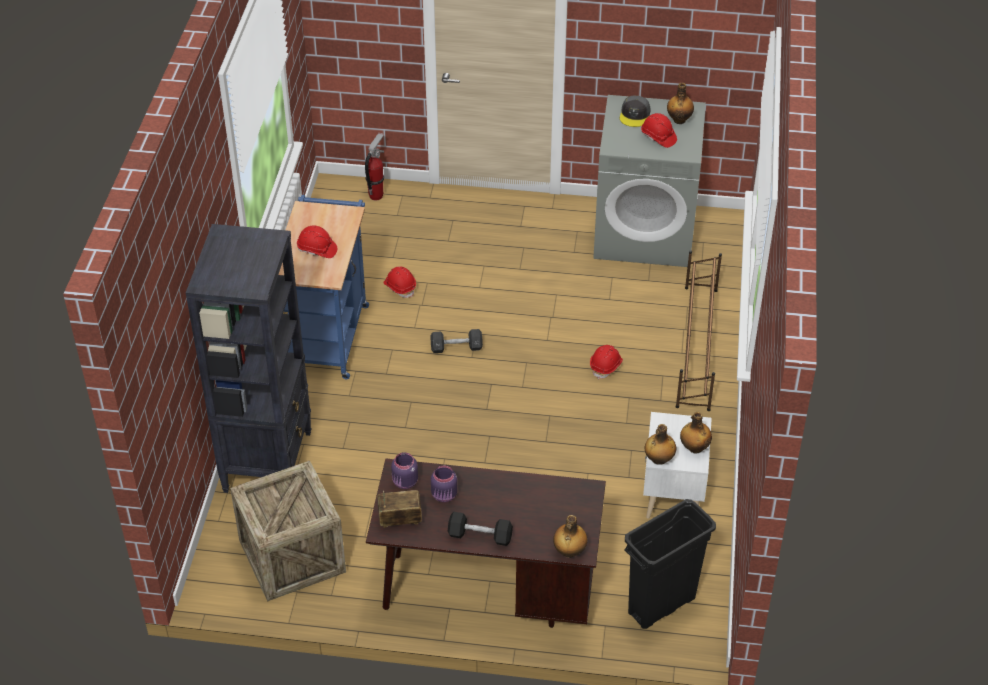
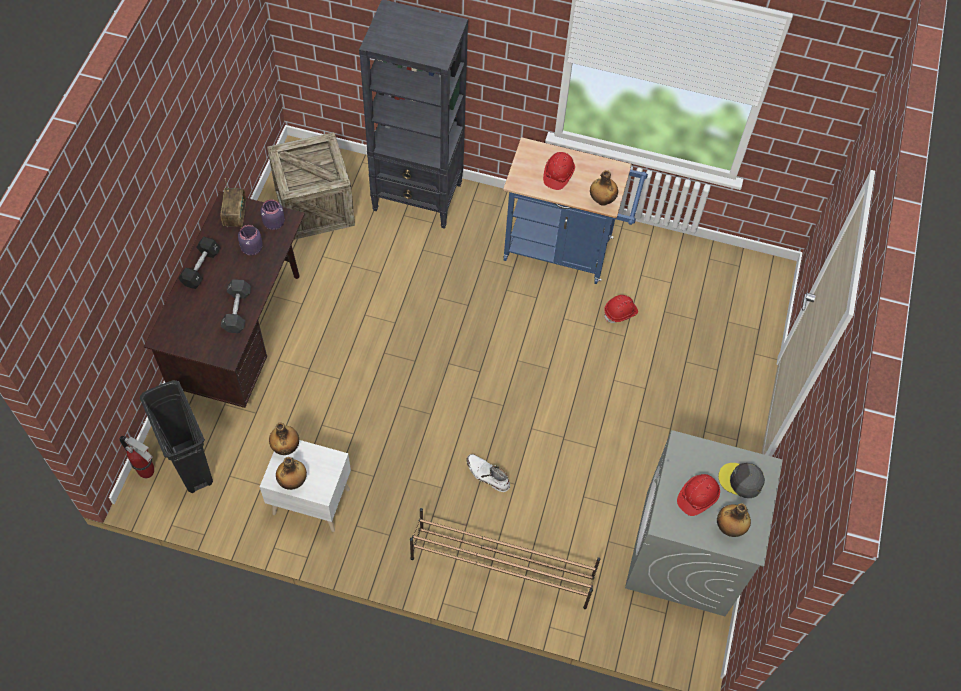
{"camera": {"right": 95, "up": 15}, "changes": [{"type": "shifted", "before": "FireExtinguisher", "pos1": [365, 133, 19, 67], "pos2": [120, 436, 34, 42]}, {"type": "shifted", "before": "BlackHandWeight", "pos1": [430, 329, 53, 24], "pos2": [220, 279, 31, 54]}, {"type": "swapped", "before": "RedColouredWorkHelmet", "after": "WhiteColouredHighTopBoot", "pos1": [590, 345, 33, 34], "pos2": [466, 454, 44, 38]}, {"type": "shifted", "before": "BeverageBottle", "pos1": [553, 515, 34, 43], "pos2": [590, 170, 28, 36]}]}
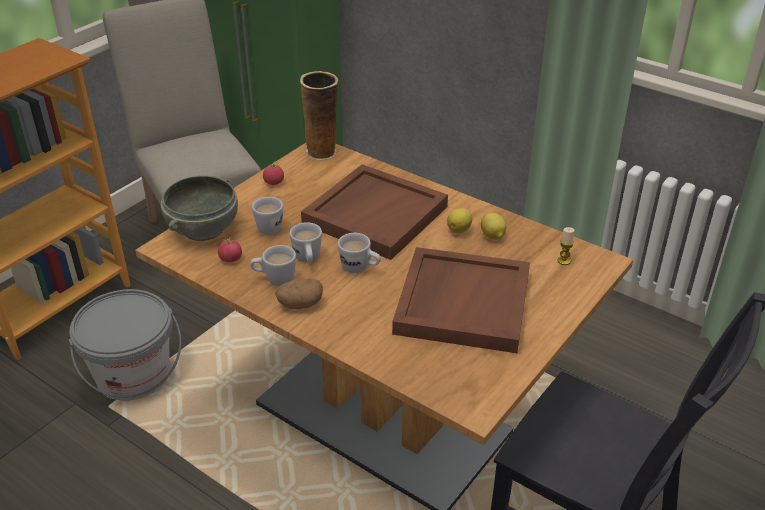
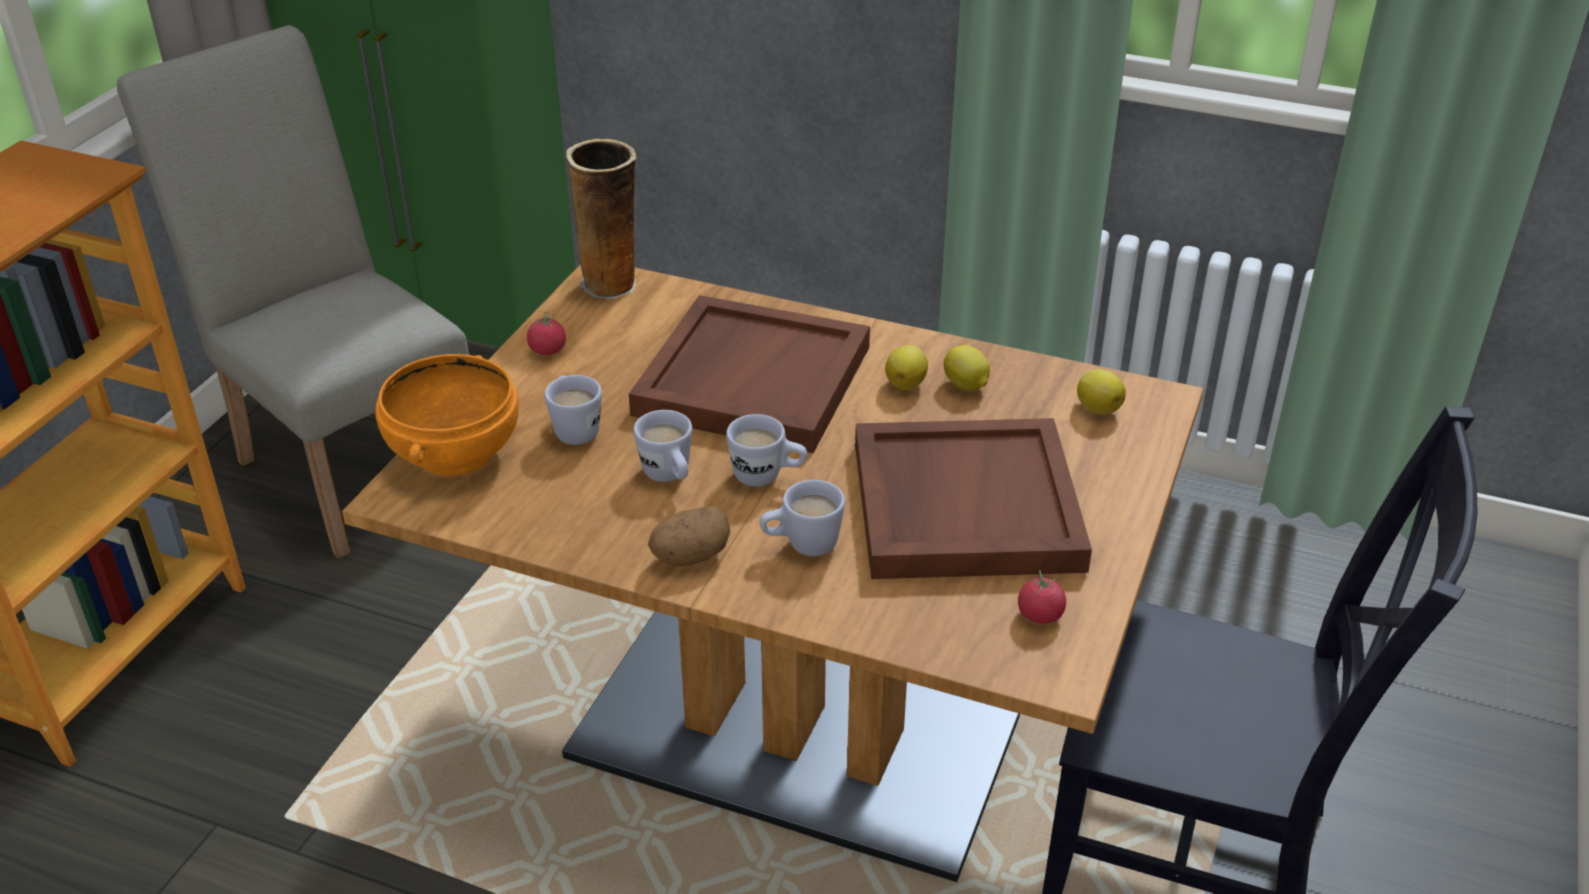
{"camera": {"right": -15, "up": 0}, "changes": [{"type": "repainted", "before": "GrayBowl", "after": "OrangeBowl", "pos1": [161, 176, 77, 65], "pos2": [375, 354, 144, 122]}, {"type": "shifted", "before": "WhiteColouredTeaMug", "pos1": [250, 245, 46, 41], "pos2": [760, 480, 85, 76]}, {"type": "shifted", "before": "Tomato", "pos1": [218, 236, 24, 26], "pos2": [1018, 570, 48, 54]}, {"type": "swapped", "before": "WaxLight", "after": "CitrusFruit", "pos1": [557, 227, 18, 38], "pos2": [1077, 369, 49, 45]}, {"type": "gone", "before": "GrayBucket", "pos1": [69, 289, 112, 112]}]}
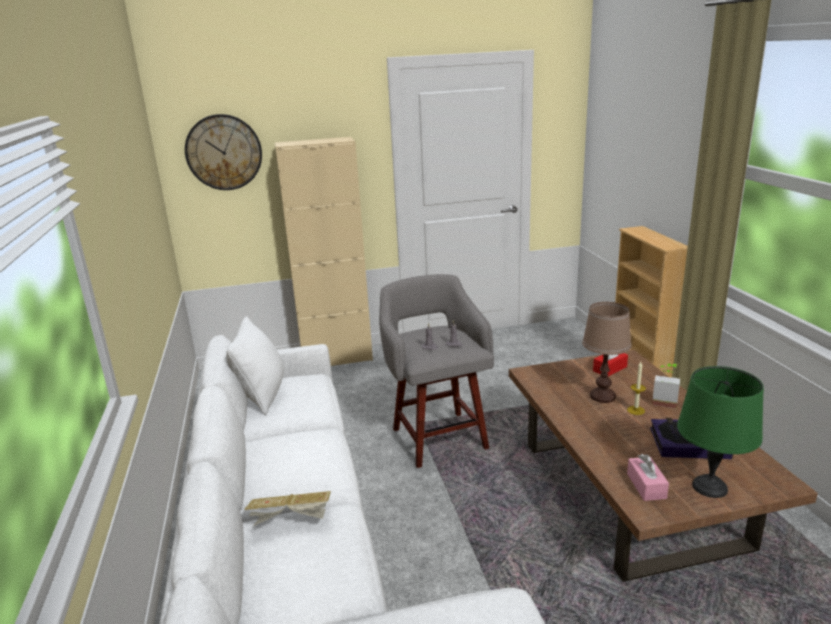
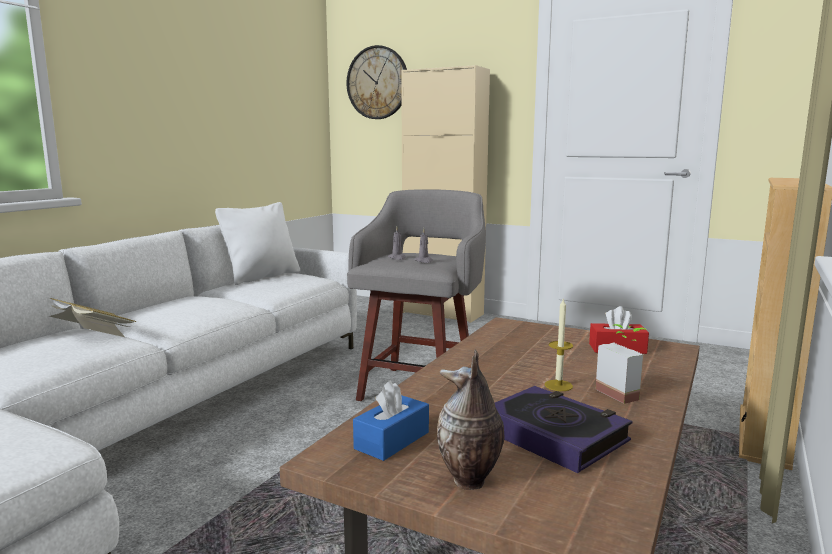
{"camera": {"right": 40, "up": -10}, "changes": [{"type": "repainted", "before": "PinkColouredTissueBox", "after": "BlueColouredTissueBox", "pos1": [627, 454, 42, 47], "pos2": [353, 380, 76, 81]}, {"type": "swapped", "before": "GreenLampForATable", "after": "DecorativeVase", "pos1": [677, 366, 87, 132], "pos2": [437, 350, 68, 140]}, {"type": "gone", "before": "BrownishLampForATable", "pos1": [582, 302, 50, 101]}]}
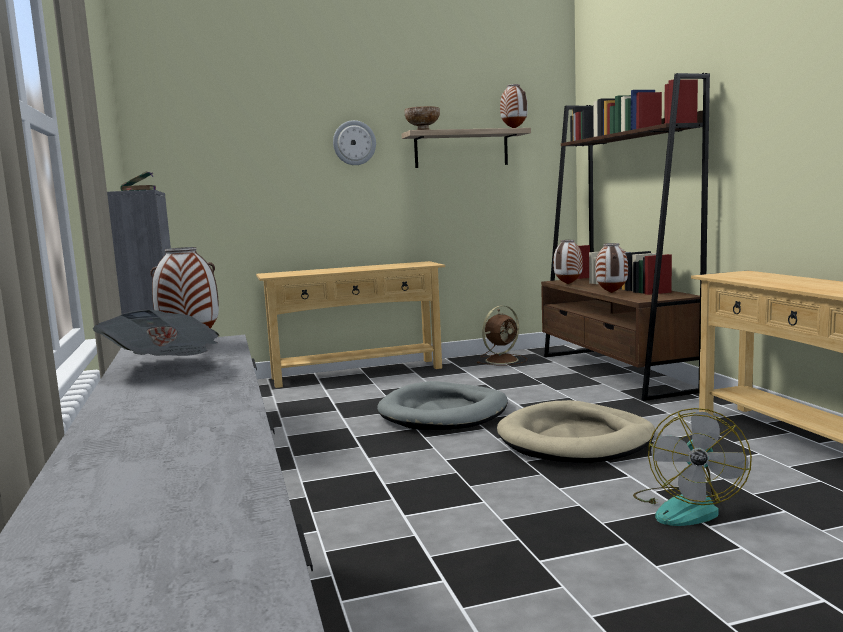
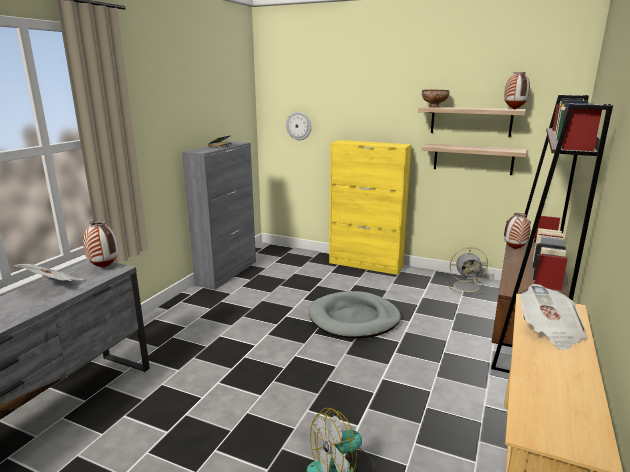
{"camera": {"right": 40, "up": 10}, "changes": [{"type": "shifted", "before": "WallClock", "pos1": [333, 120, 43, 45], "pos2": [286, 112, 26, 28]}, {"type": "swapped", "before": "BeigeHallTable", "after": "YellowStorageCabinet", "pos1": [256, 261, 189, 127], "pos2": [329, 140, 83, 135]}, {"type": "new", "after": "BracketShelf", "pos2": [421, 144, 106, 31]}, {"type": "repainted", "before": "BrownishCoolingFan", "after": "GrayCoolingFan", "pos1": [477, 305, 50, 60], "pos2": [445, 247, 43, 48]}, {"type": "new", "after": "Newspaper", "pos2": [520, 284, 68, 66]}, {"type": "gone", "before": "BeigePetBed", "pos1": [497, 400, 158, 63]}, {"type": "gone", "before": "DecorativeVase", "pos1": [595, 243, 33, 50]}]}
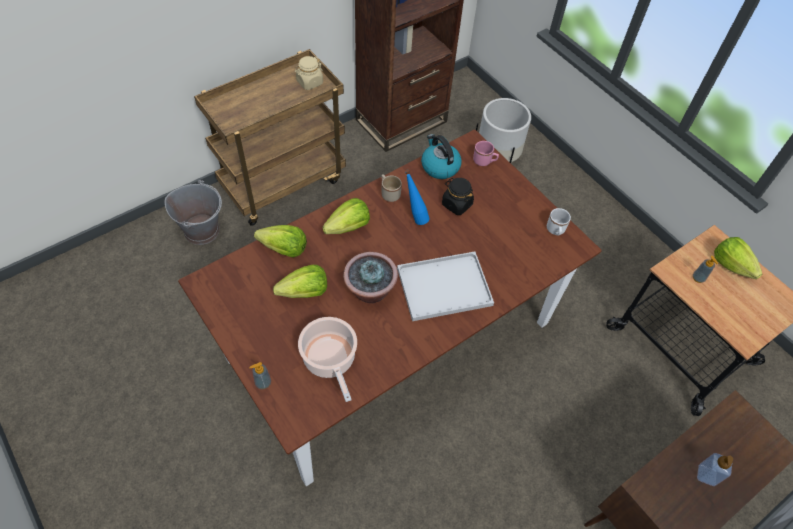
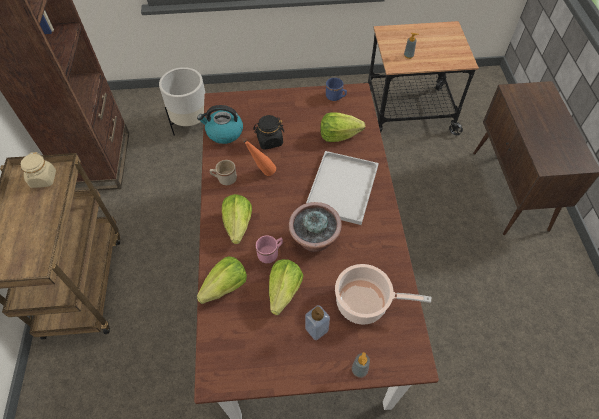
{"camera": {"right": -55, "up": 0}, "changes": [{"type": "repainted", "before": "BlueColouredBeverageBottle", "after": "OrangeBeverageBottle", "pos1": [405, 170, 25, 55], "pos2": [242, 138, 34, 38]}, {"type": "shifted", "before": "PinkColouredTeaMug", "pos1": [473, 141, 26, 25], "pos2": [256, 235, 27, 28]}, {"type": "shifted", "before": "LiquidSoapBottle", "pos1": [697, 453, 36, 33], "pos2": [305, 305, 25, 35]}, {"type": "shifted", "before": "LettuceHead", "pos1": [714, 237, 48, 42], "pos2": [320, 112, 45, 30]}, {"type": "repainted", "before": "WhiteColouredTeaMug", "after": "BlueColouredTeaMug", "pos1": [547, 208, 24, 28], "pos2": [326, 78, 21, 23]}, {"type": "gone", "before": "GrayBucket", "pos1": [165, 180, 57, 65]}]}
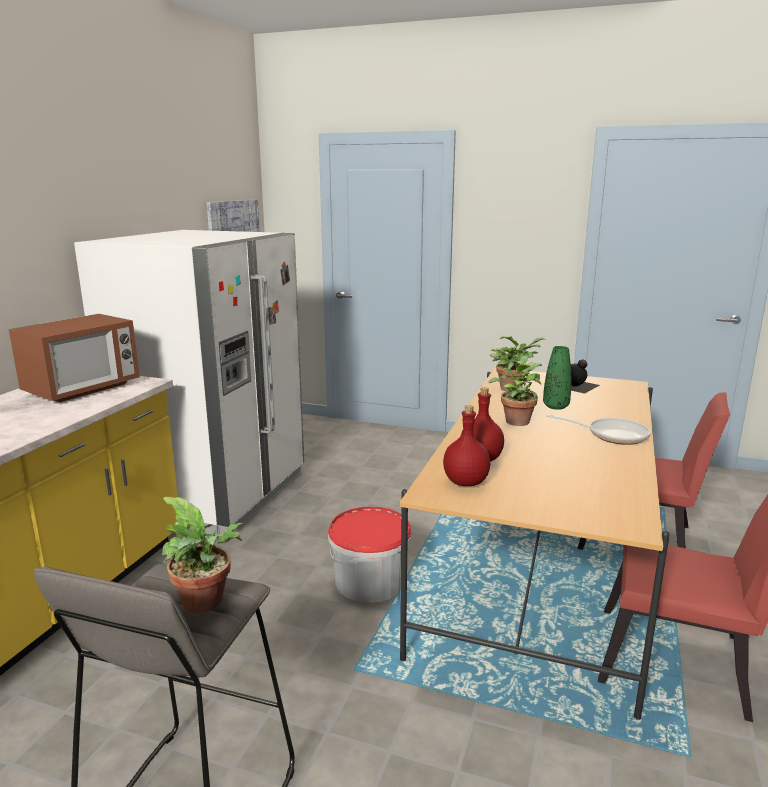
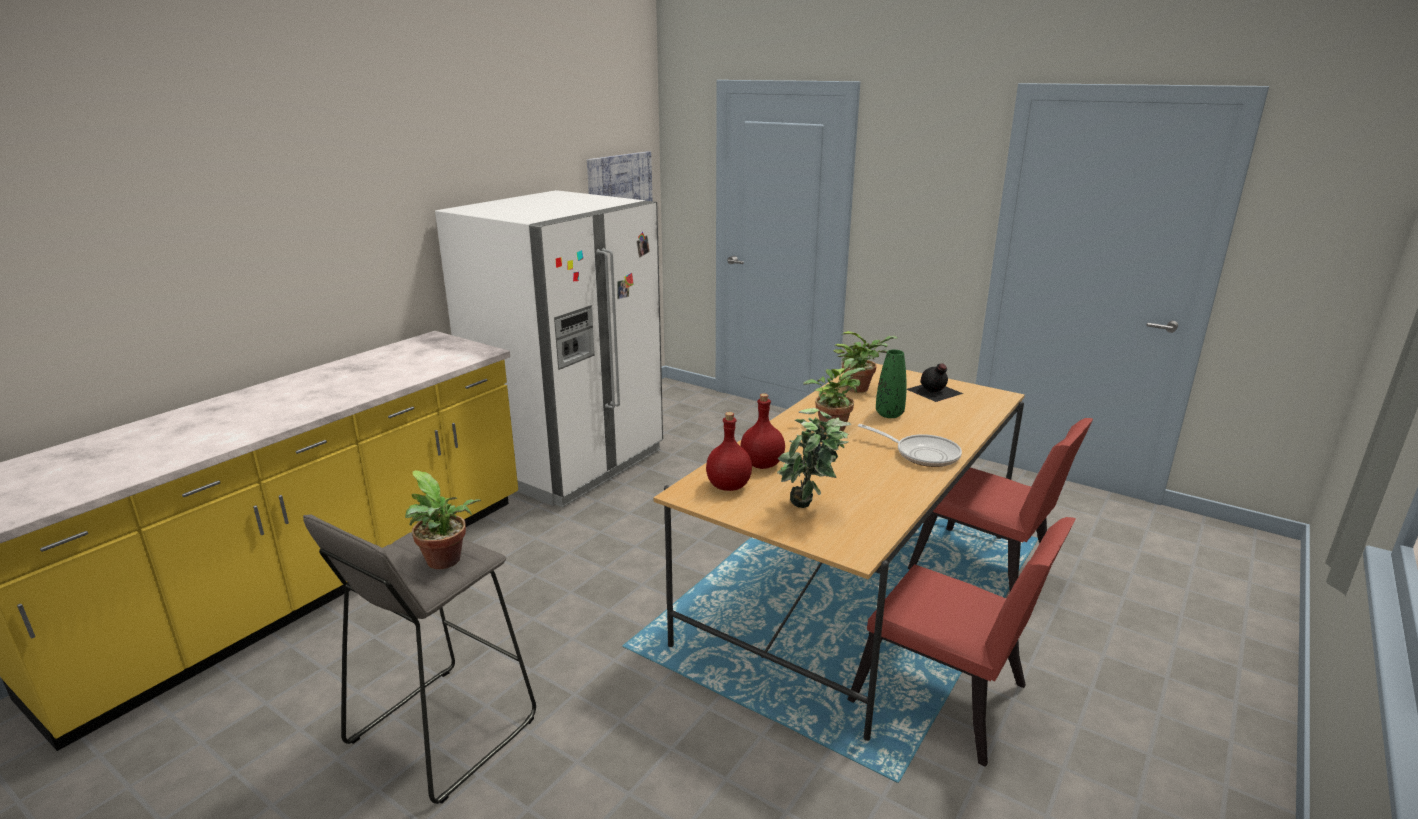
{"camera": {"right": 15, "up": 5}, "changes": [{"type": "new", "after": "PottedPlant", "pos2": [777, 408, 74, 100]}, {"type": "gone", "before": "KitchenMicrowave", "pos1": [9, 314, 131, 88]}, {"type": "gone", "before": "Bucket", "pos1": [328, 507, 84, 96]}]}
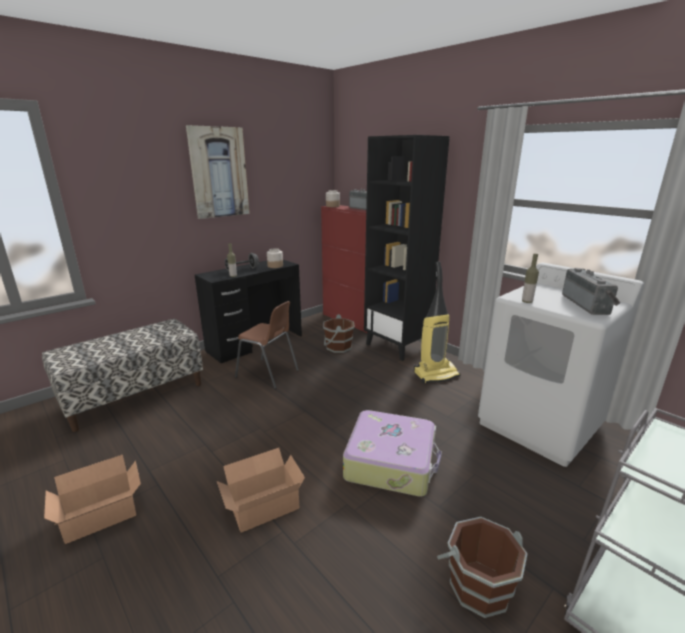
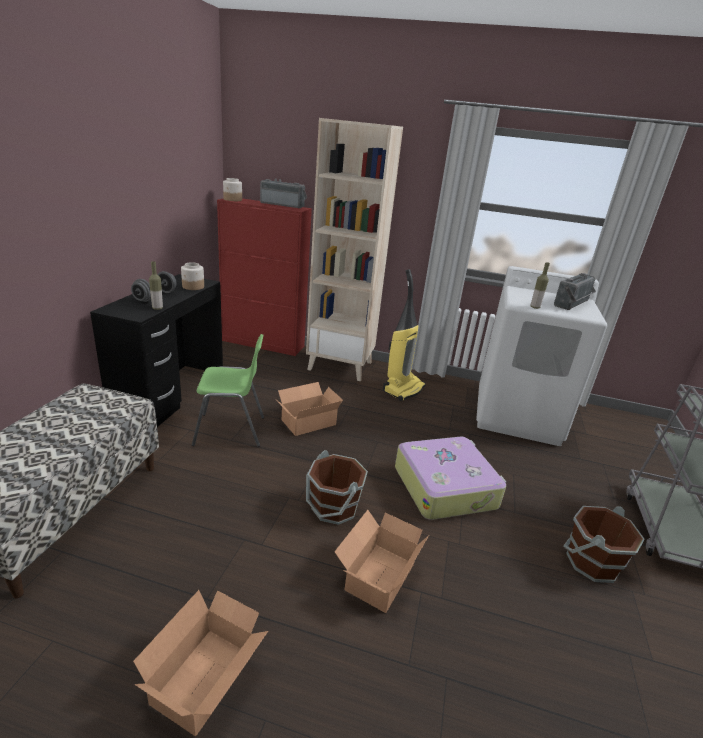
{"camera": {"right": -35, "up": 5}, "changes": [{"type": "repainted", "before": "BrownishPlainChair", "after": "GreenPlainChair", "pos1": [235, 301, 64, 88], "pos2": [192, 334, 72, 113]}, {"type": "new", "after": "PackingBox", "pos2": [277, 382, 66, 54]}, {"type": "repainted", "before": "BlackBookshelf", "after": "BeigeBookshelf", "pos1": [364, 135, 86, 226], "pos2": [306, 118, 97, 263]}, {"type": "shifted", "before": "BrownishBucket", "pos1": [323, 314, 32, 39], "pos2": [306, 450, 62, 75]}, {"type": "rotated", "before": "Radio", "pos1": [562, 268, 58, 47], "pos2": [554, 273, 42, 37], "turn": 75}, {"type": "gone", "before": "WallPicture", "pos1": [186, 125, 64, 94]}]}
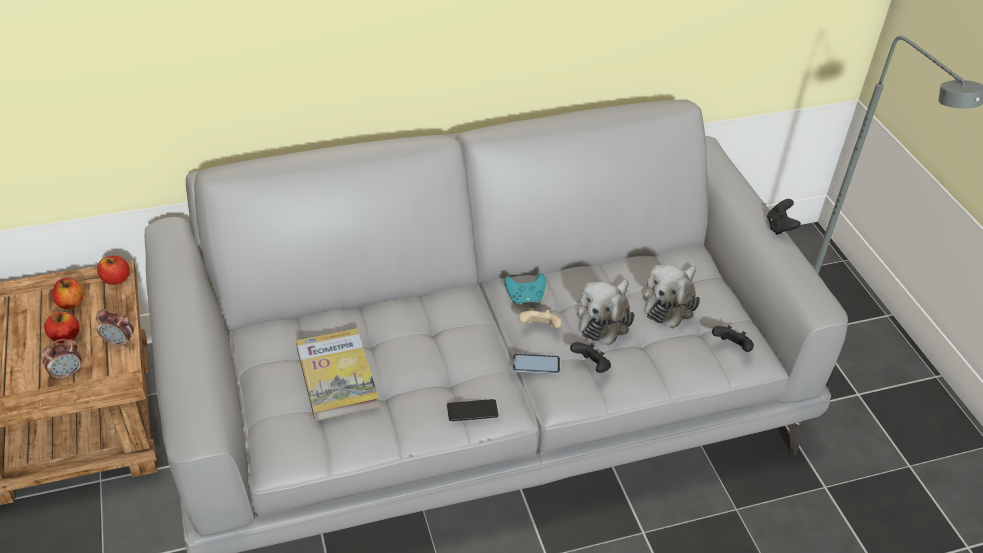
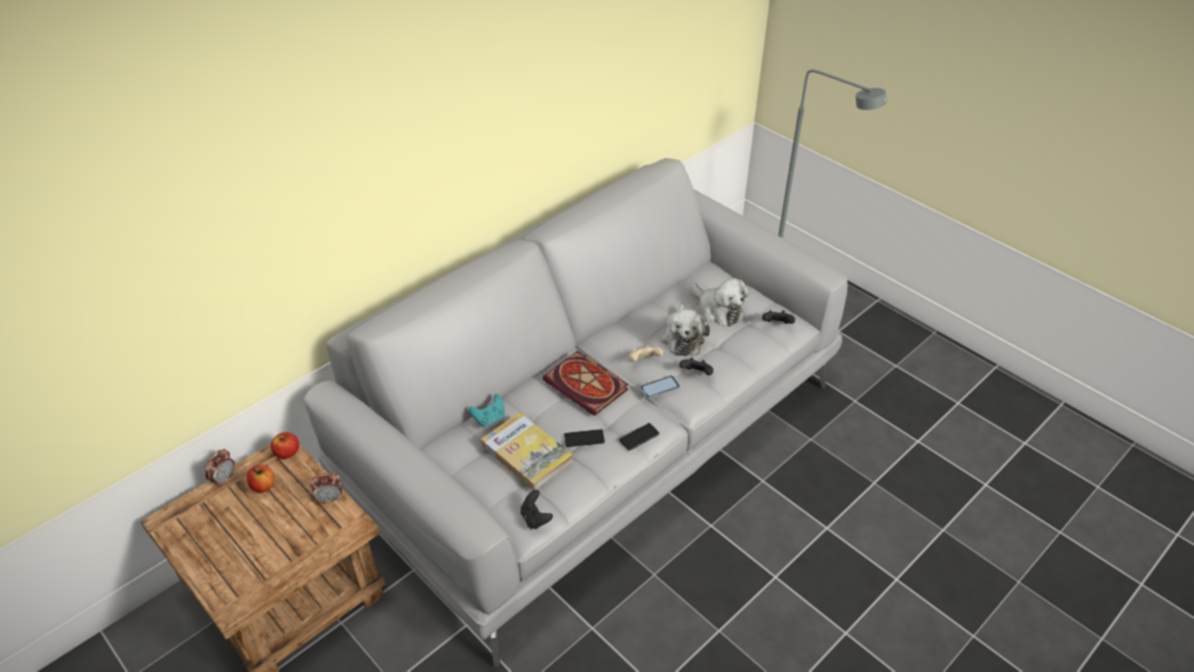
{"camera": {"right": -25, "up": 0}, "changes": [{"type": "shifted", "before": "BedsideClock", "pos1": [41, 339, 41, 42], "pos2": [205, 449, 30, 39]}, {"type": "shifted", "before": "TurquoiseGamepad", "pos1": [504, 273, 42, 31], "pos2": [469, 394, 36, 33]}, {"type": "shifted", "before": "BlackGamepad", "pos1": [767, 199, 34, 36], "pos2": [520, 490, 33, 39]}, {"type": "new", "after": "BoundBook", "pos2": [543, 351, 85, 65]}, {"type": "new", "after": "Telephone", "pos2": [564, 429, 41, 18]}, {"type": "rotated", "before": "PlushToy", "pos1": [643, 265, 57, 63], "pos2": [691, 278, 58, 48], "turn": -45}, {"type": "gone", "before": "AppleFruit", "pos1": [44, 312, 35, 31]}]}
